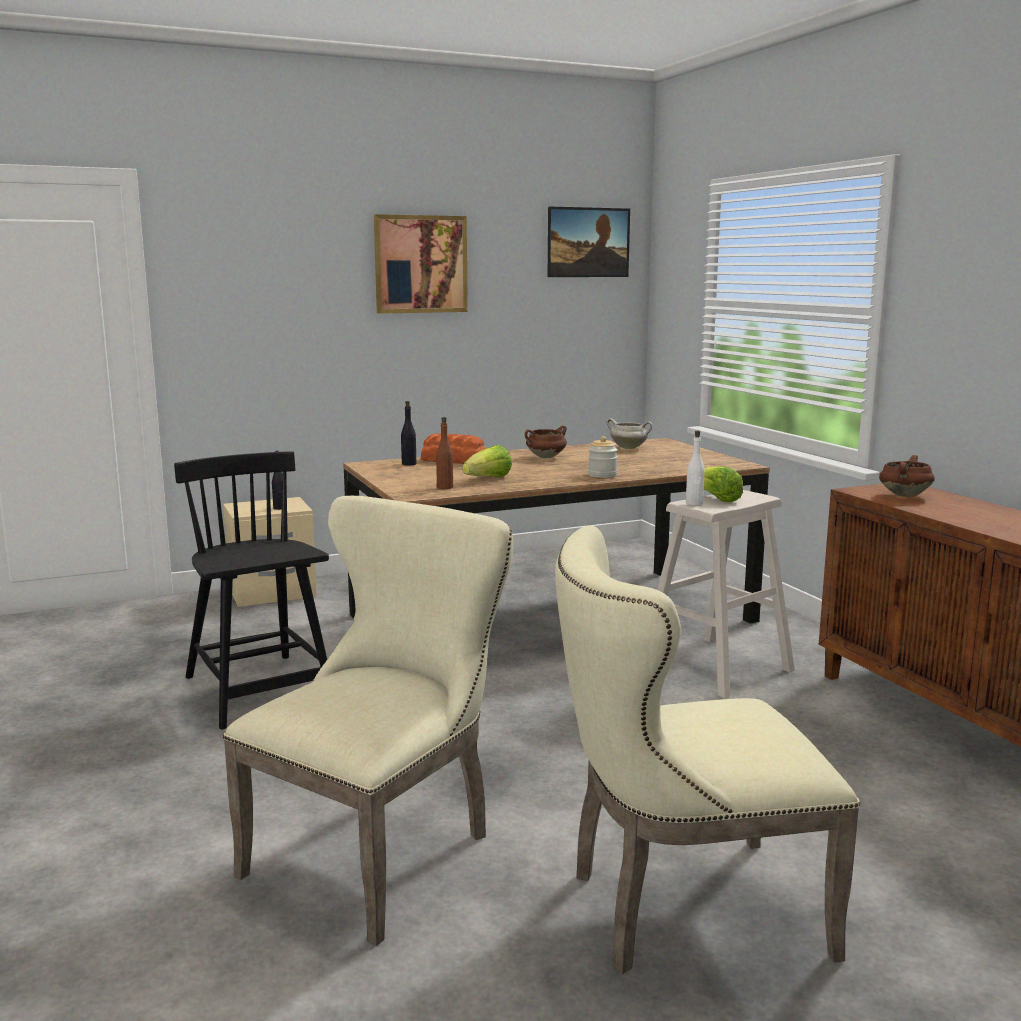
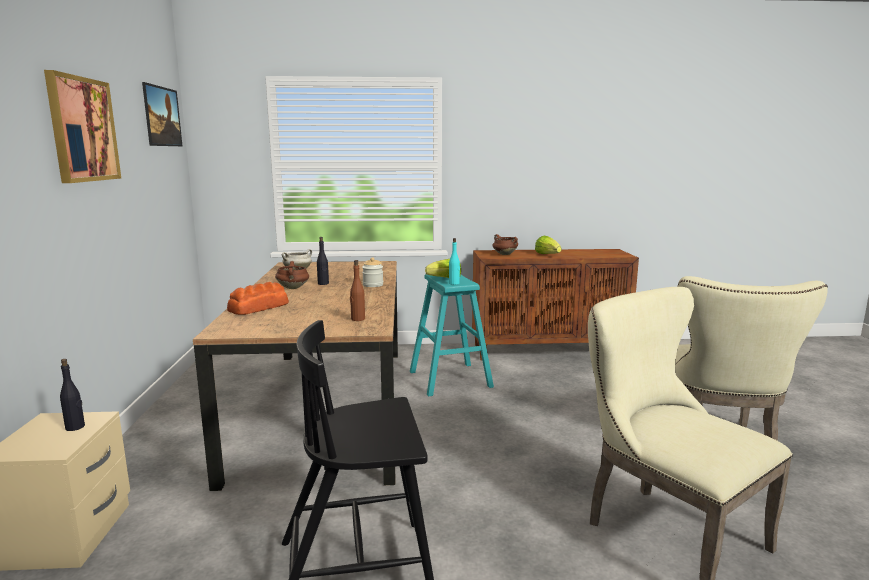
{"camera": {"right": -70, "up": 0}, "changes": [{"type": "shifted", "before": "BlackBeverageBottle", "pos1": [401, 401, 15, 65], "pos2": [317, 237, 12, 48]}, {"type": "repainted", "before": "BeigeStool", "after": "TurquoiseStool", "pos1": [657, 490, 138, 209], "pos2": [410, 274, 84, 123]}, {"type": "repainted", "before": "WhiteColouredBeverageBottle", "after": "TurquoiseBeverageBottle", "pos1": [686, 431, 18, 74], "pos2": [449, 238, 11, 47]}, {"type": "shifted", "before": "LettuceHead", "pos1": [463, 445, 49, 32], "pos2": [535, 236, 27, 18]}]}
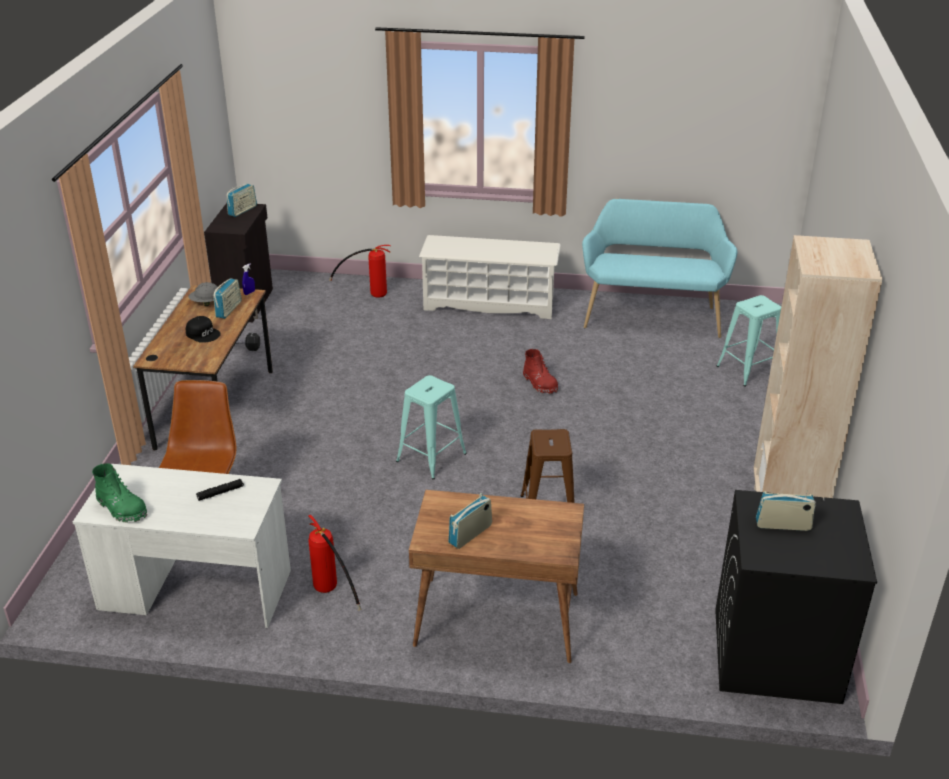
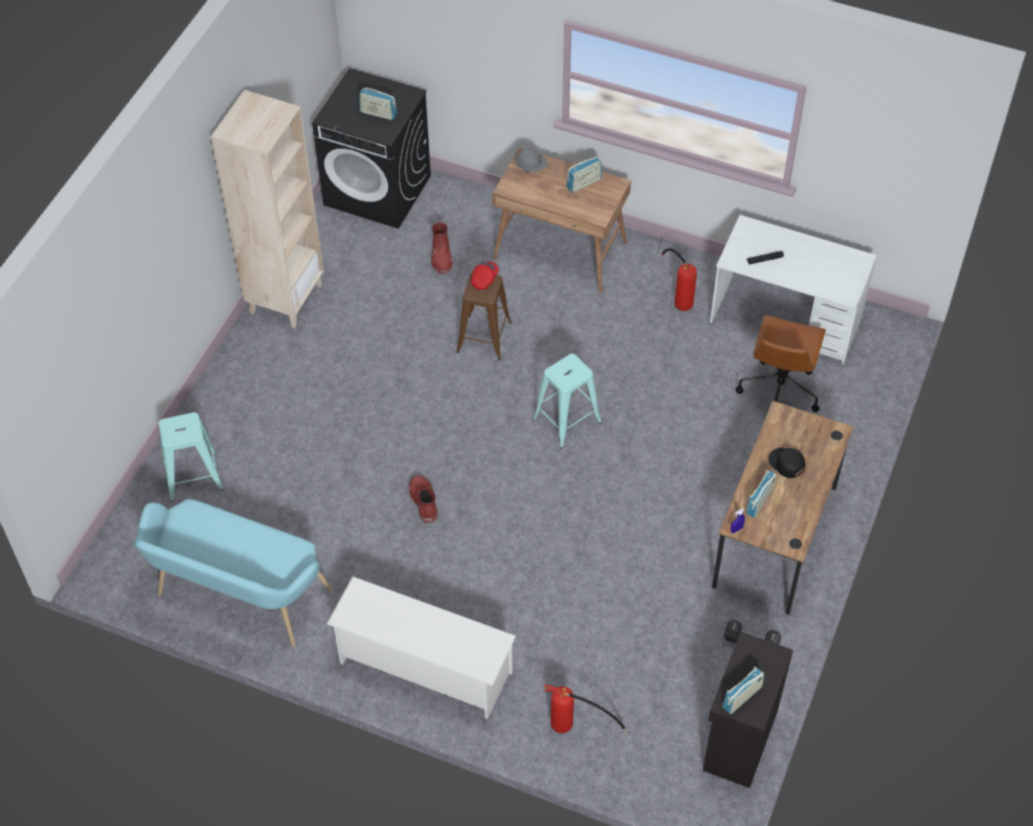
{"camera": {"right": -165, "up": 20}, "changes": [{"type": "new", "after": "RedColouredHighTopBoot", "pos2": [431, 222, 22, 52]}, {"type": "new", "after": "RedColouredBaseballCap", "pos2": [471, 260, 28, 30]}, {"type": "shifted", "before": "GrayWorkHelmet", "pos1": [188, 282, 31, 24], "pos2": [515, 149, 33, 24]}, {"type": "gone", "before": "GreenHighTopBoot", "pos1": [92, 463, 55, 60]}]}
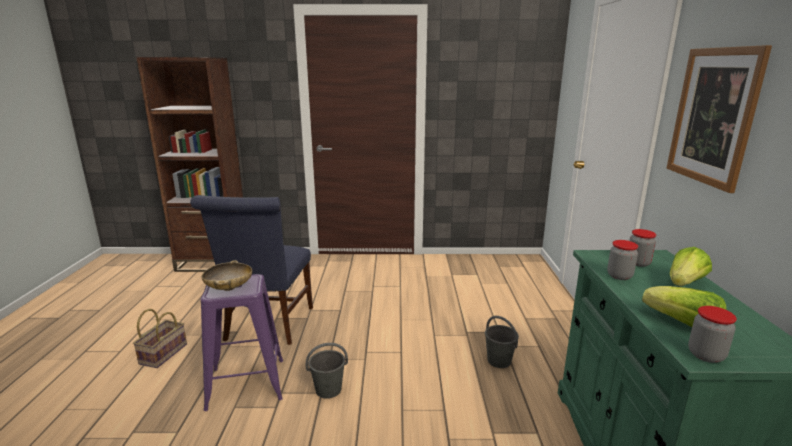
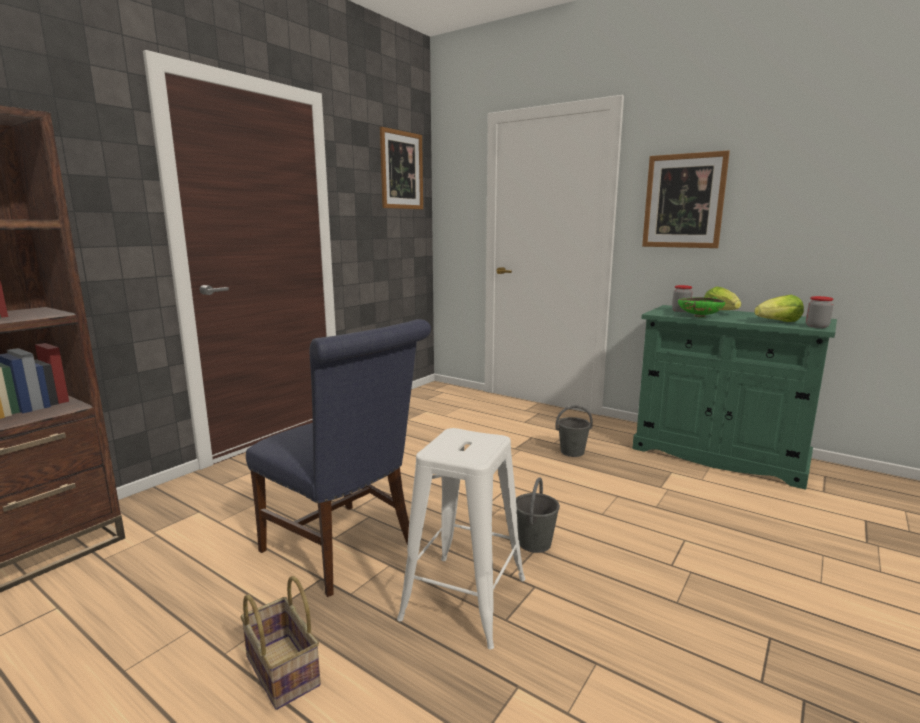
{"camera": {"right": -55, "up": -5}, "changes": [{"type": "new", "after": "WallPicture", "pos2": [380, 127, 43, 82]}, {"type": "repainted", "before": "PurplishStool", "after": "WhiteColouredStool", "pos1": [201, 274, 82, 137], "pos2": [397, 428, 128, 222]}, {"type": "swapped", "before": "PreserveJar", "after": "GreenBowl", "pos1": [607, 240, 31, 40], "pos2": [678, 297, 47, 21]}, {"type": "gone", "before": "BeigeBowl", "pos1": [202, 260, 50, 31]}]}
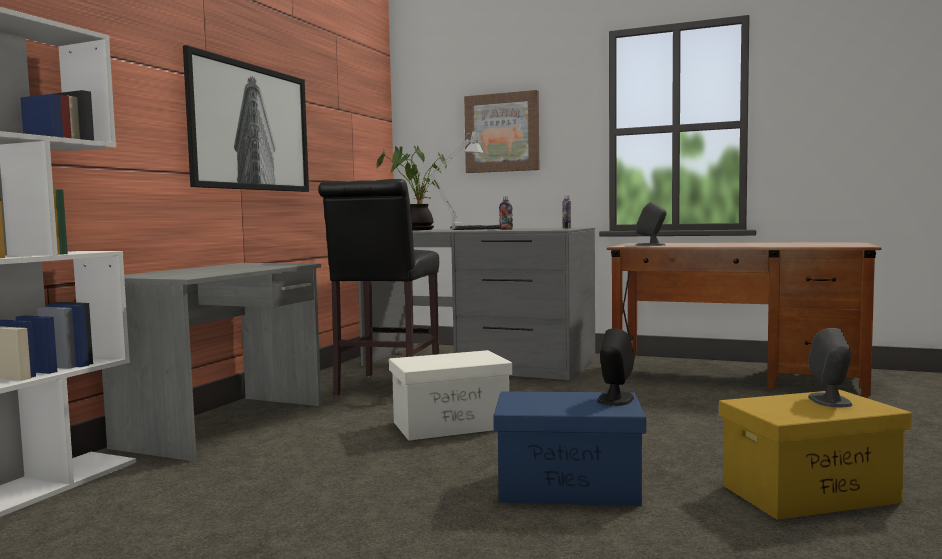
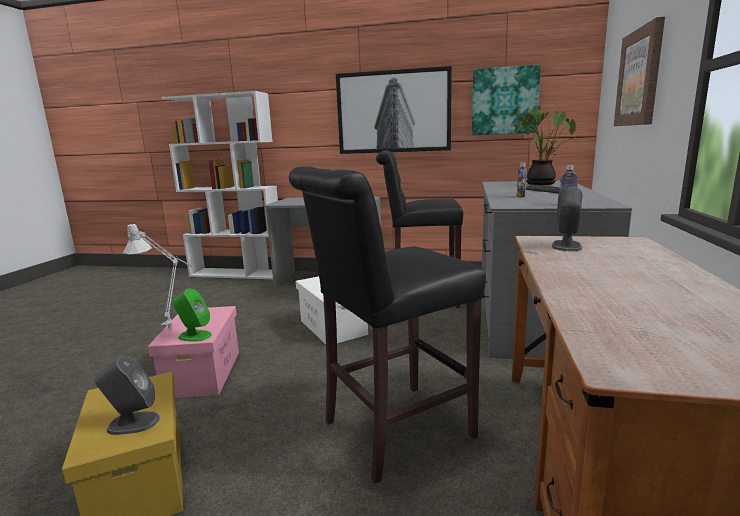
{"camera": {"right": 80, "up": 10}, "changes": [{"type": "shifted", "before": "GrayLampForATable", "pos1": [413, 130, 71, 99], "pos2": [123, 224, 69, 105]}, {"type": "repainted", "before": "BlueColouredStorageBox", "after": "PinkColouredStorageBox", "pos1": [493, 391, 153, 115], "pos2": [148, 306, 91, 92]}, {"type": "repainted", "before": "BlackAudioSpeaker", "after": "GreenAudioSpeaker", "pos1": [597, 329, 37, 77], "pos2": [173, 289, 39, 53]}, {"type": "new", "after": "BlackStool", "pos2": [289, 166, 197, 317]}, {"type": "new", "after": "WallPicture", "pos2": [472, 64, 69, 71]}]}
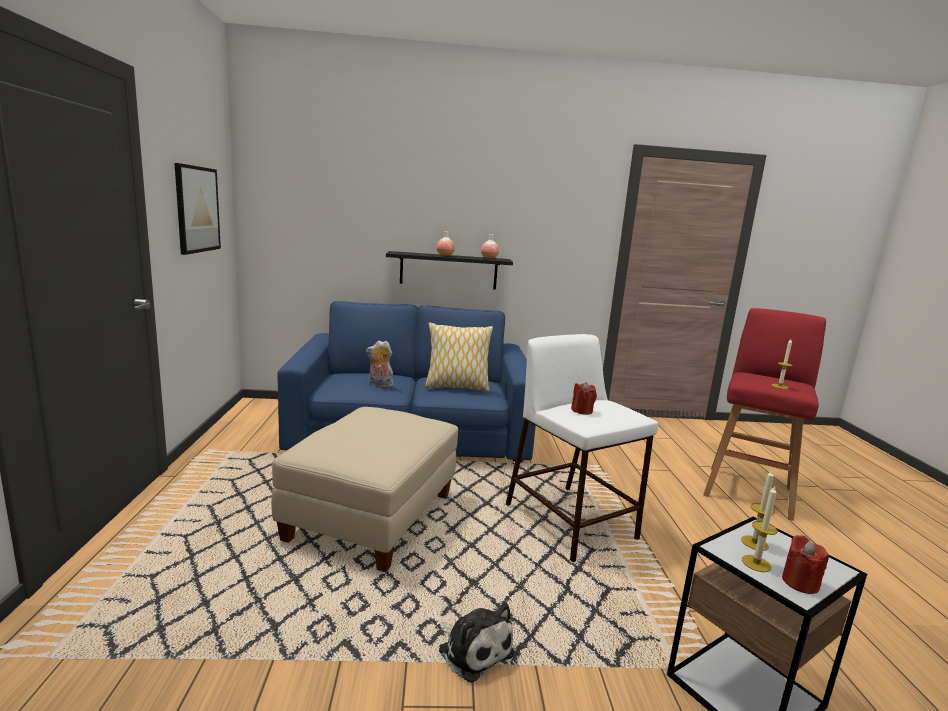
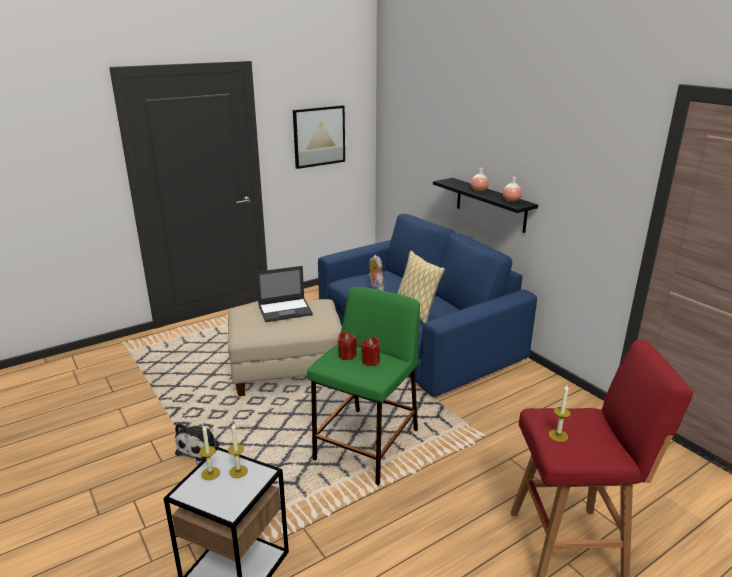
{"camera": {"right": 60, "up": 10}, "changes": [{"type": "new", "after": "PortableComputer", "pos2": [256, 266, 57, 56]}, {"type": "repainted", "before": "WhiteColouredStool", "after": "GreenStool", "pos1": [506, 334, 152, 228], "pos2": [307, 287, 113, 199]}, {"type": "shifted", "before": "RedColouredWaxLight", "pos1": [782, 535, 47, 59], "pos2": [361, 337, 19, 29]}]}
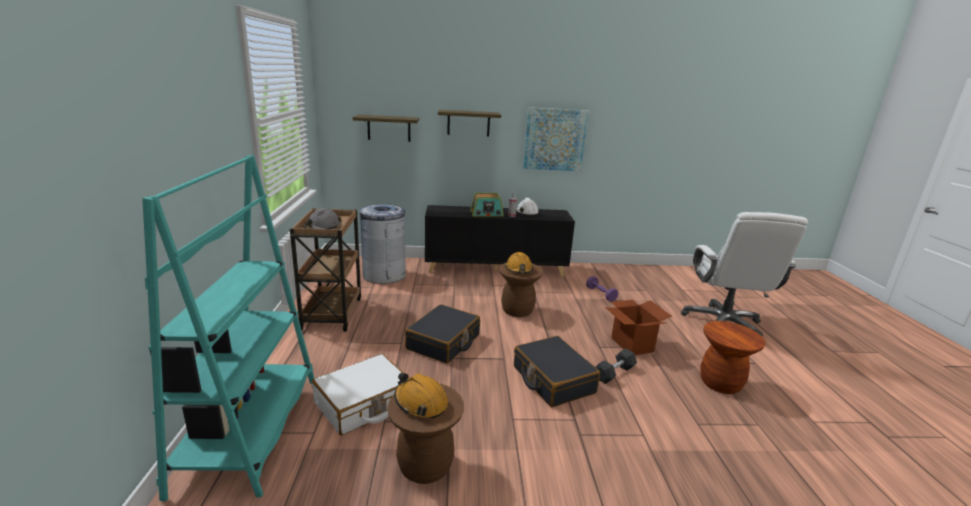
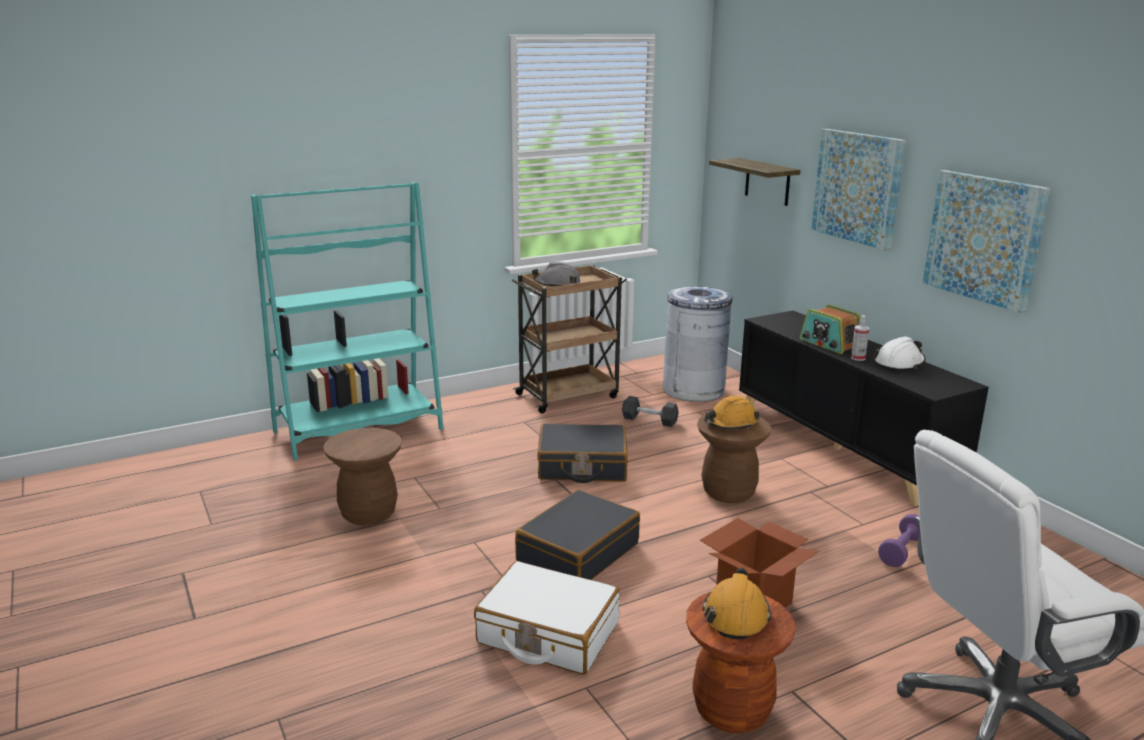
{"camera": {"right": 65, "up": 0}, "changes": [{"type": "shifted", "before": "WhiteColouredSuitcase", "pos1": [312, 354, 98, 81], "pos2": [474, 561, 146, 114]}, {"type": "shifted", "before": "GrayHandWeight", "pos1": [596, 349, 41, 35], "pos2": [622, 396, 57, 31]}, {"type": "shifted", "before": "OrangeWorkHelmet", "pos1": [394, 373, 54, 46], "pos2": [702, 568, 69, 71]}, {"type": "swapped", "before": "BracketShelf", "after": "WallPicture", "pos1": [438, 110, 63, 27], "pos2": [812, 129, 94, 122]}]}
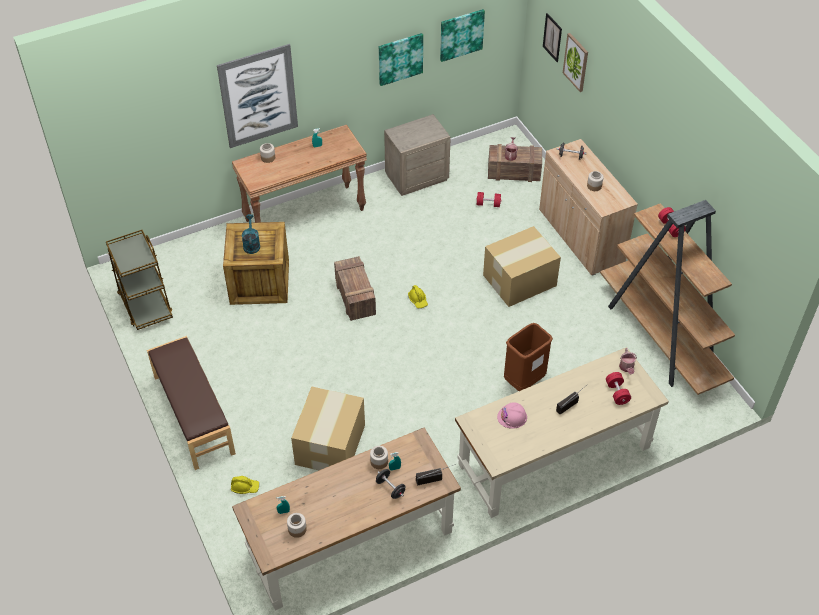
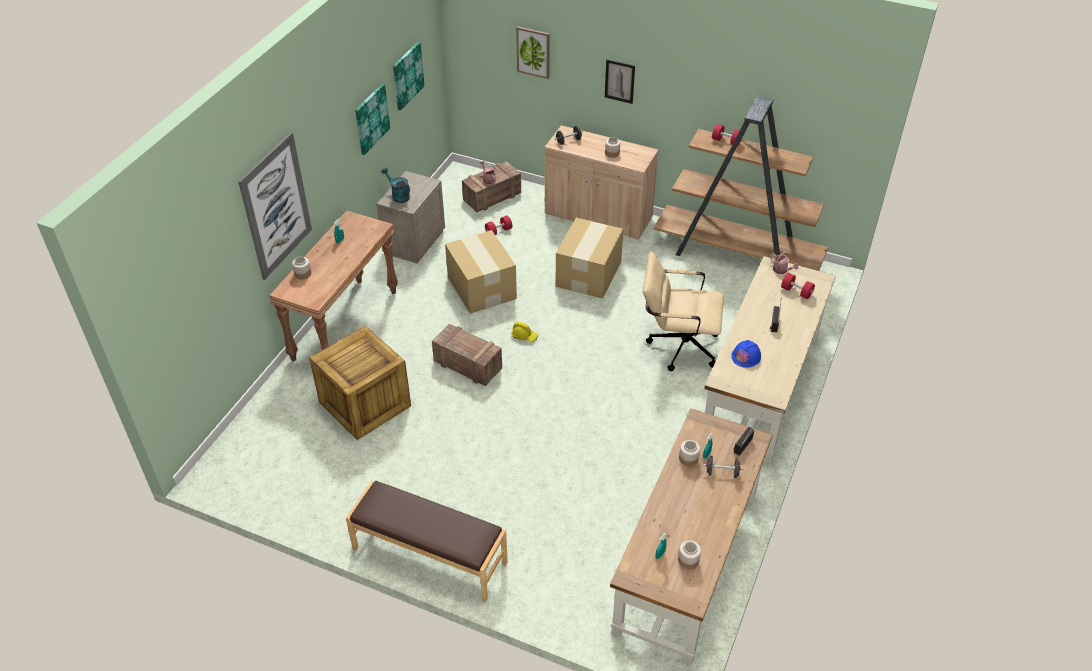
{"camera": {"right": -40, "up": -5}, "changes": [{"type": "shifted", "before": "TurquoiseSprinklingCan", "pos1": [242, 214, 18, 40], "pos2": [381, 168, 29, 35]}, {"type": "shifted", "before": "PackingBox", "pos1": [291, 387, 74, 83], "pos2": [445, 230, 72, 84]}, {"type": "shifted", "before": "WallPicture", "pos1": [543, 13, 19, 49], "pos2": [605, 59, 30, 45]}, {"type": "swapped", "before": "BrownishWasteBin", "after": "BeigeDeskChair", "pos1": [504, 323, 49, 68], "pos2": [643, 252, 81, 119]}, {"type": "repainted", "before": "PinkColouredWorkHelmet", "after": "BlueColouredWorkHelmet", "pos1": [497, 402, 30, 27], "pos2": [731, 340, 30, 28]}, {"type": "gone", "before": "BrownishTrolley", "pos1": [106, 230, 67, 100]}, {"type": "gone", "before": "YellowWorkHelmet", "pos1": [231, 476, 28, 18]}]}
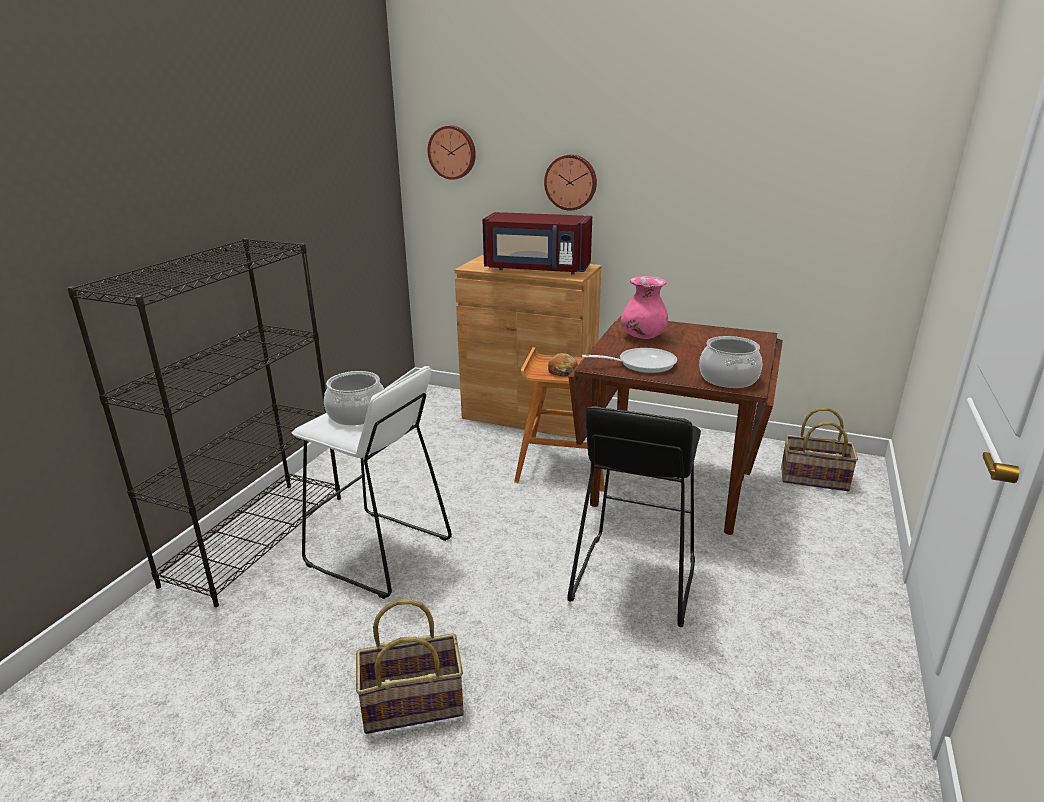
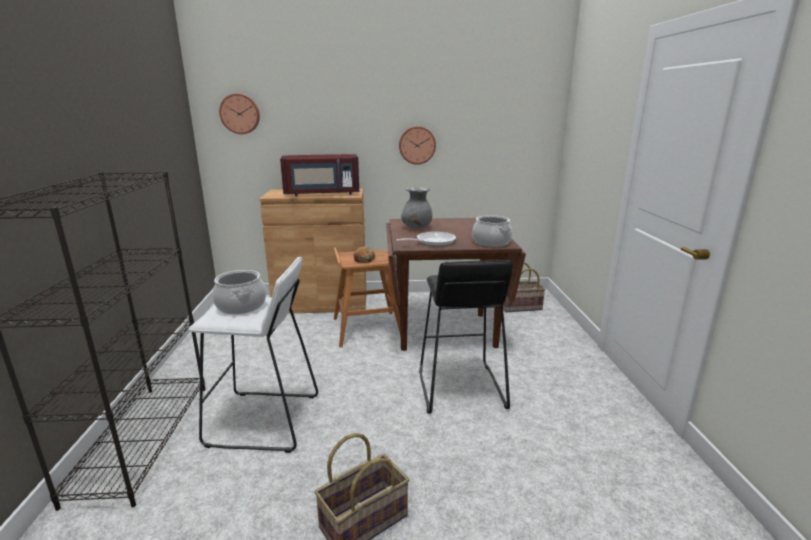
{"camera": {"right": -25, "up": -5}, "changes": [{"type": "shifted", "before": "WallClock", "pos1": [544, 154, 53, 57], "pos2": [399, 126, 37, 39]}, {"type": "repainted", "before": "PinkColouredDecorativeVase", "after": "GrayDecorativeVase", "pos1": [621, 276, 47, 63], "pos2": [401, 187, 31, 42]}]}
